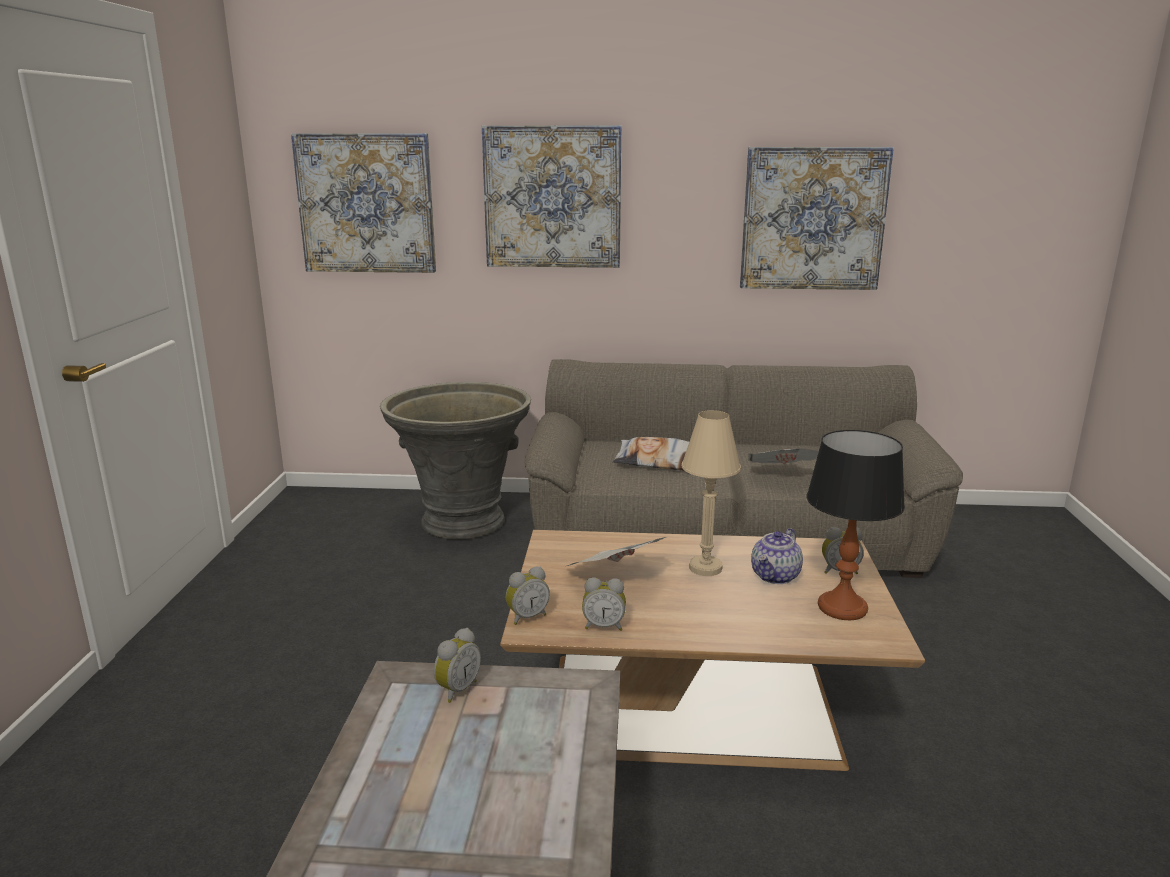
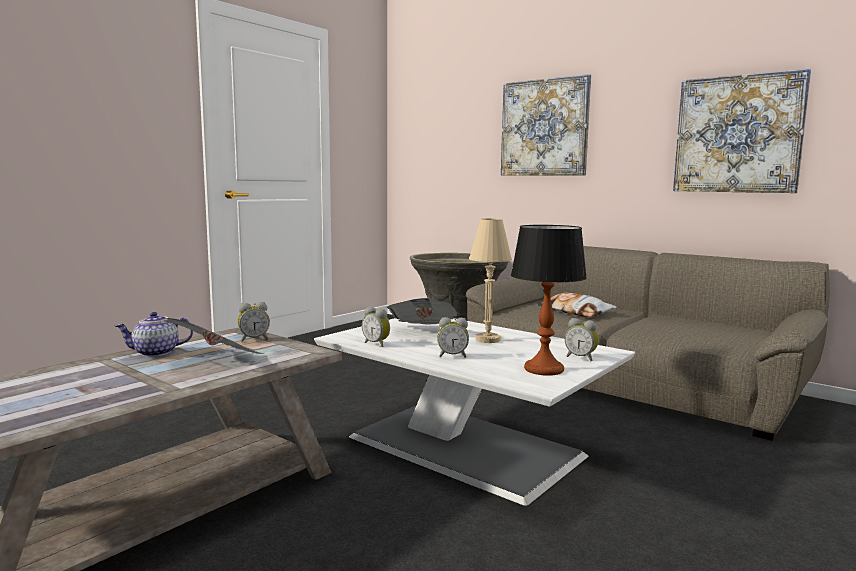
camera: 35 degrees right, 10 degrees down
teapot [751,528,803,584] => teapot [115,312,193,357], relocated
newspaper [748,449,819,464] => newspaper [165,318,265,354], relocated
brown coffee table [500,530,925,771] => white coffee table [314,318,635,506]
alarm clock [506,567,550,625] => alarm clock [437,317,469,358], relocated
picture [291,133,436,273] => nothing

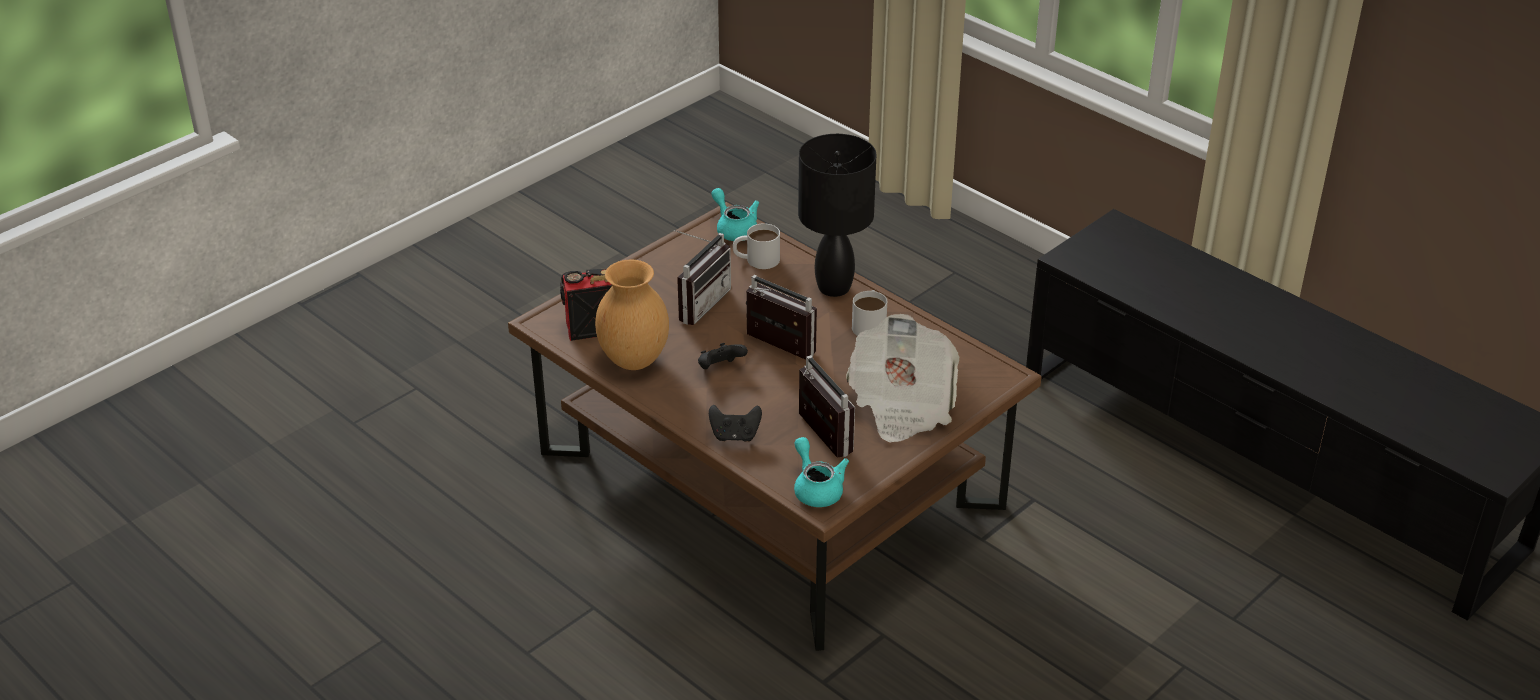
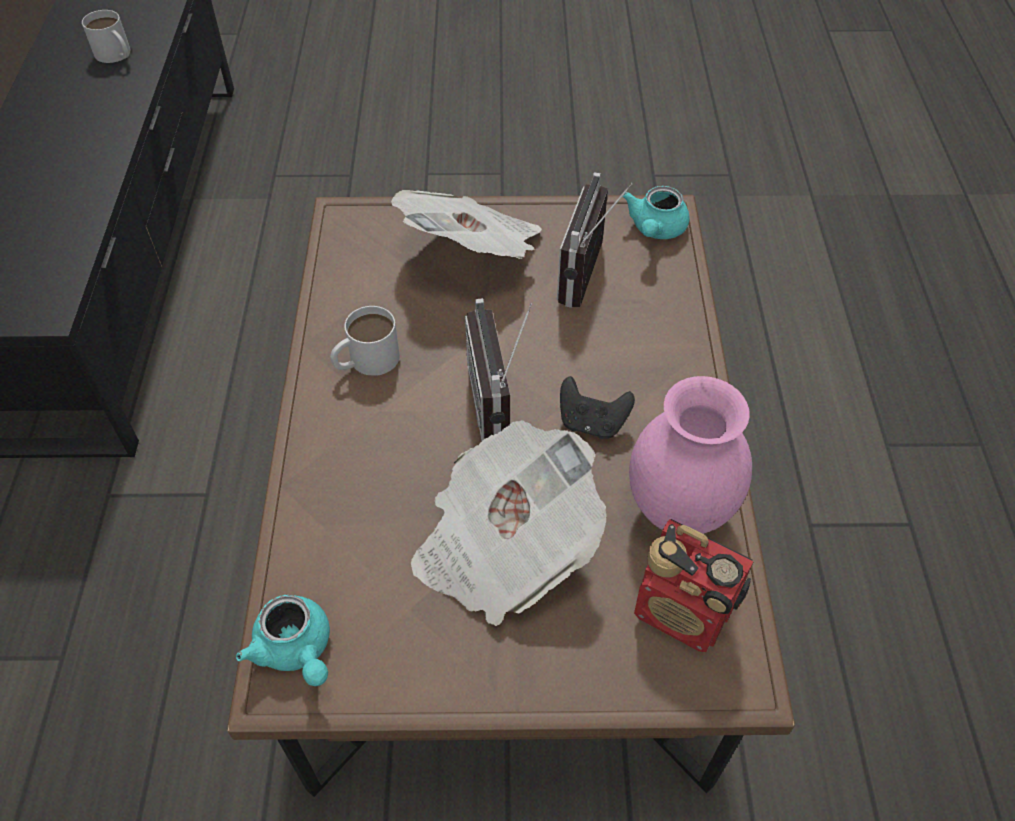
camera: 135 degrees left, 15 degrees up
white mug [733,223,780,269] => white mug [82,10,131,63], relocated
turquoise teapot [712,188,759,241] => turquoise teapot [236,595,330,686], 45 degrees counterclockwise
radio [674,230,731,325] => newspaper [411,420,607,626]
brown vase [595,260,669,370] => pink vase [629,376,752,534]
black game controller [709,405,762,441] => nothing
black table lamp [798,134,877,297] => nothing

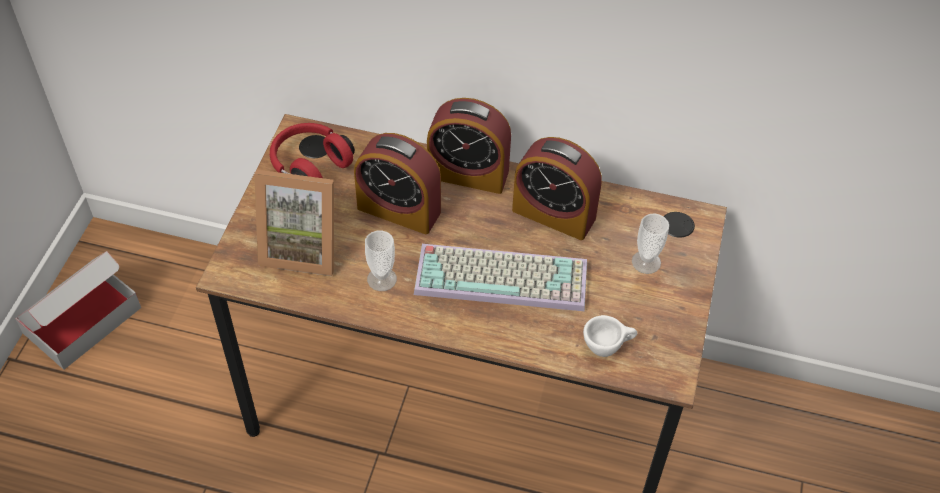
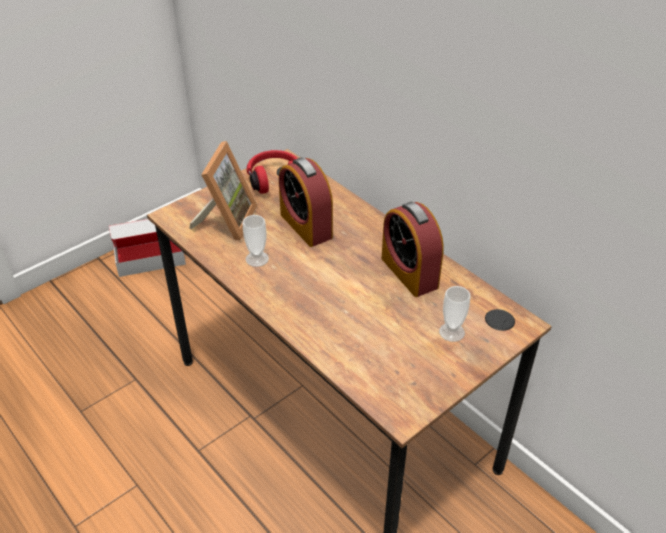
camera: 35 degrees right, 10 degrees down
picture frame [254,170,334,276] => picture frame [189,141,258,241], 120 degrees counterclockwise
keyboard [414,244,587,312] => nothing
alarm clock [427,98,511,194] => nothing
white cup [583,315,637,357] => nothing

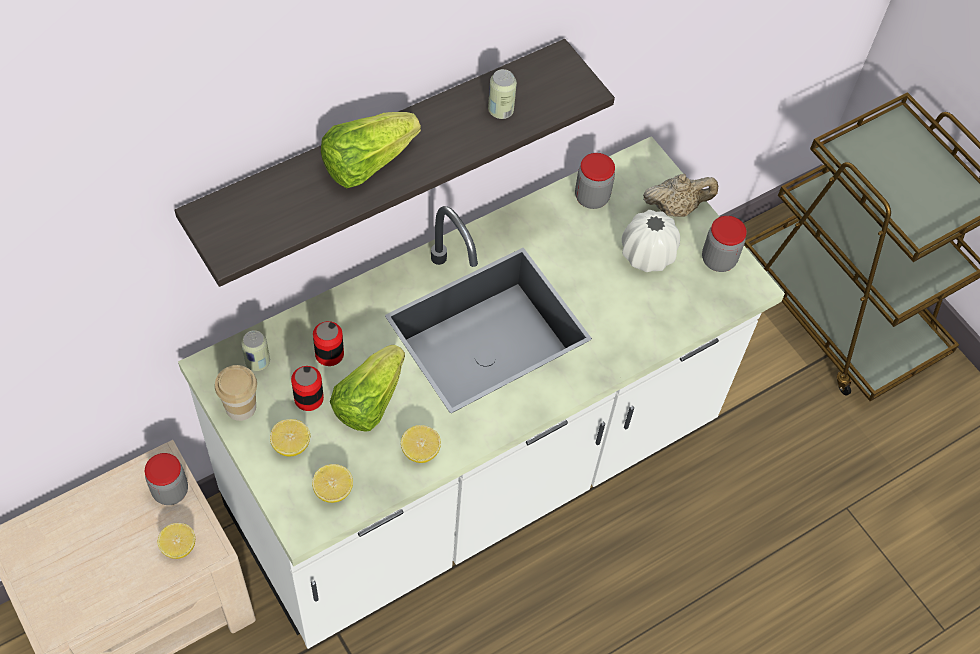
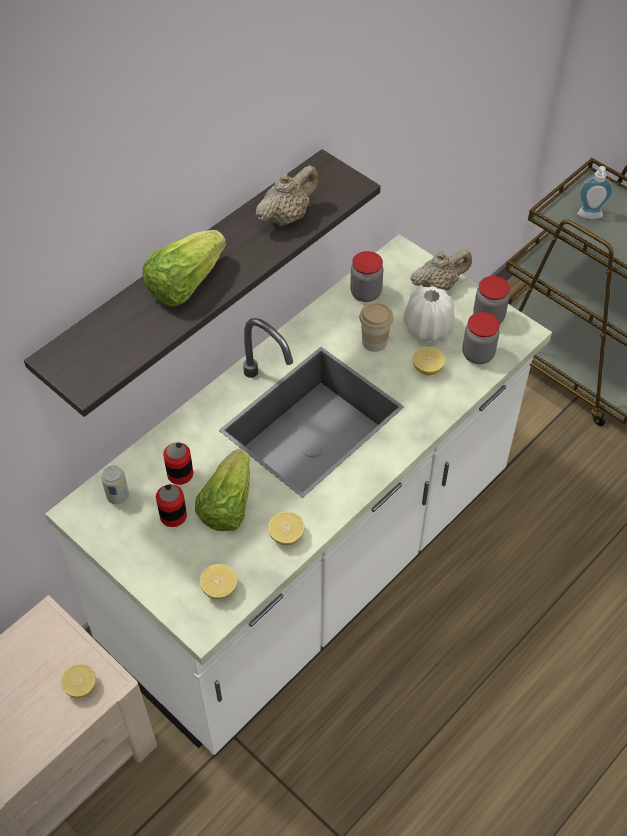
camera: 10 degrees left, 5 degrees down
can [488,69,517,119] => beige teapot [256,165,319,226]
cup [215,365,257,421] => cup [359,302,394,352], relocated
lemon [270,419,310,456] => lemon [412,347,445,376], relocated
jar [145,453,188,505] => jar [463,312,500,364], relocated
nothing => soap dispenser [577,166,613,219]

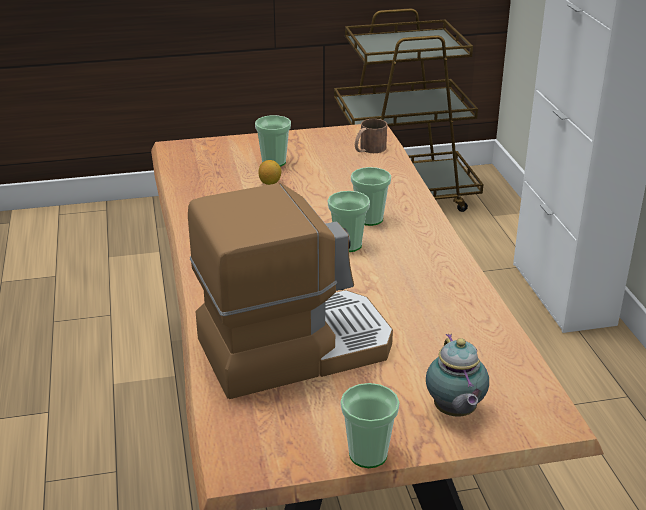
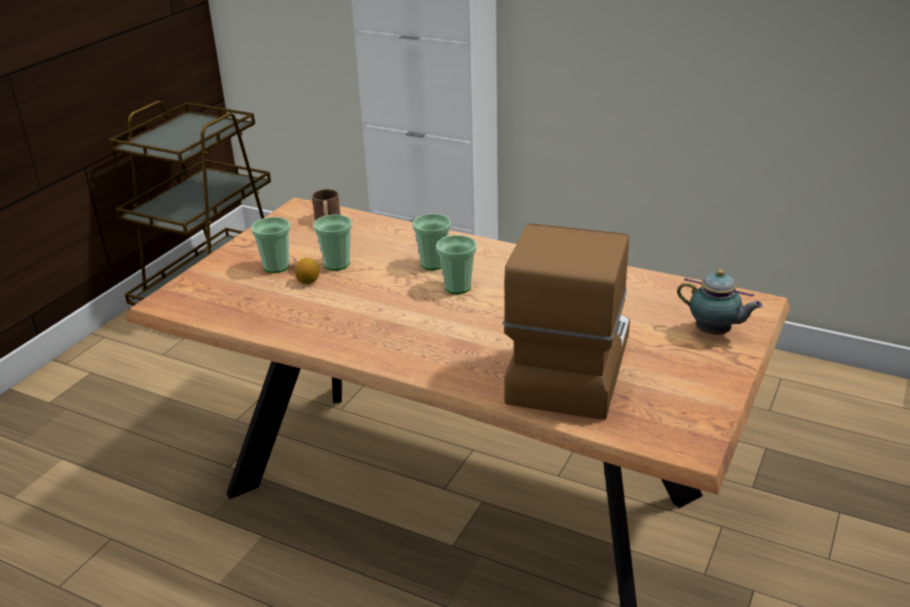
camera: 50 degrees left, 0 degrees up
cup [341,383,400,468] => cup [313,215,352,271], relocated

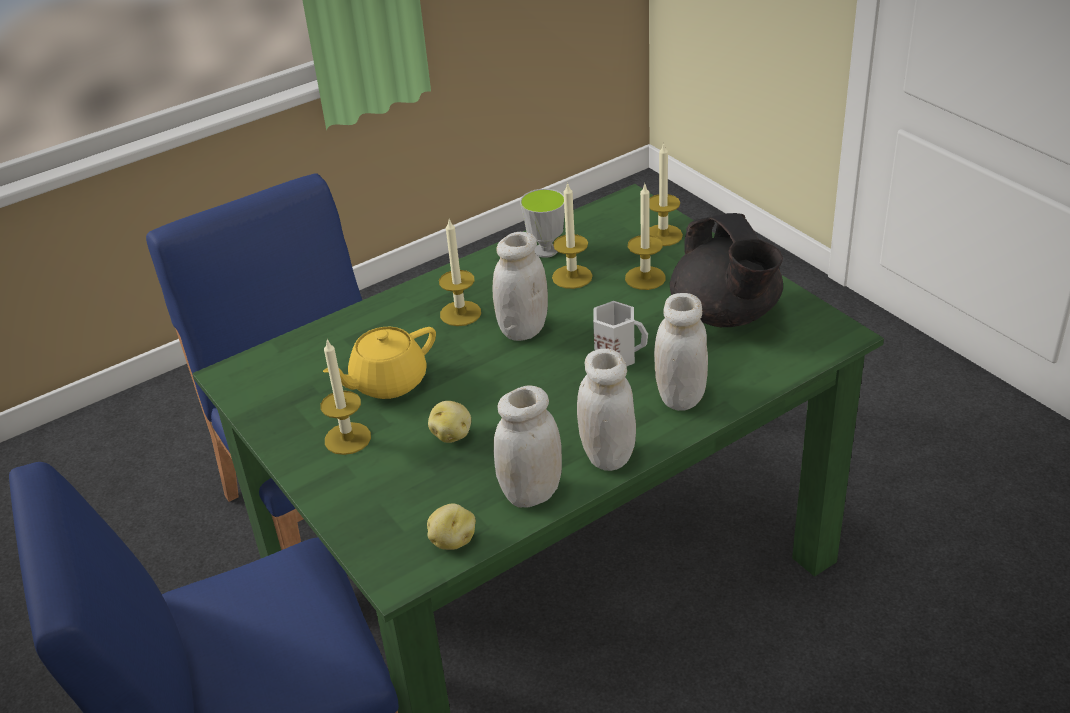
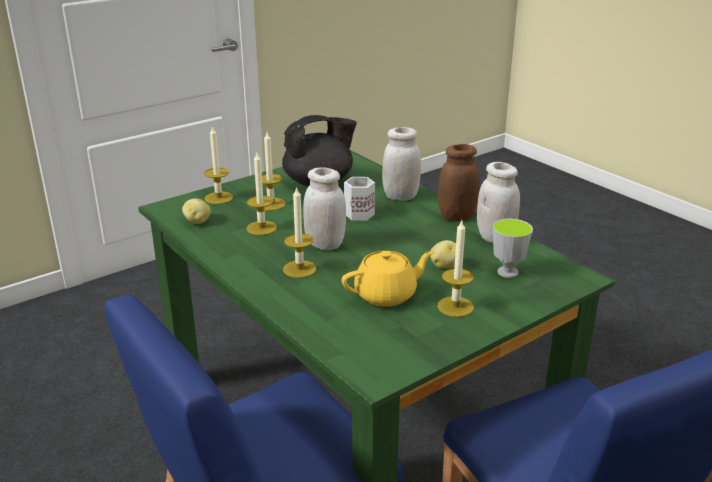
camera: 95 degrees left, 10 degrees down
potato [427,503,476,550] => potato [182,198,211,224], relocated
yellow teapot [323,327,436,399] => yellow teapot [342,251,434,306], 75 degrees counterclockwise
white jar [577,349,636,471] => brown jar [438,144,480,221]
cup [520,189,565,258] => cup [493,219,533,278], relocated

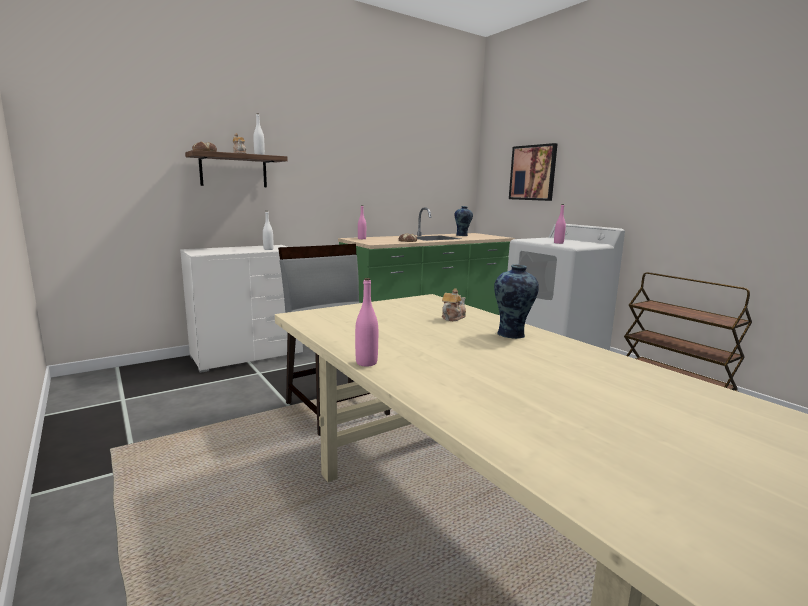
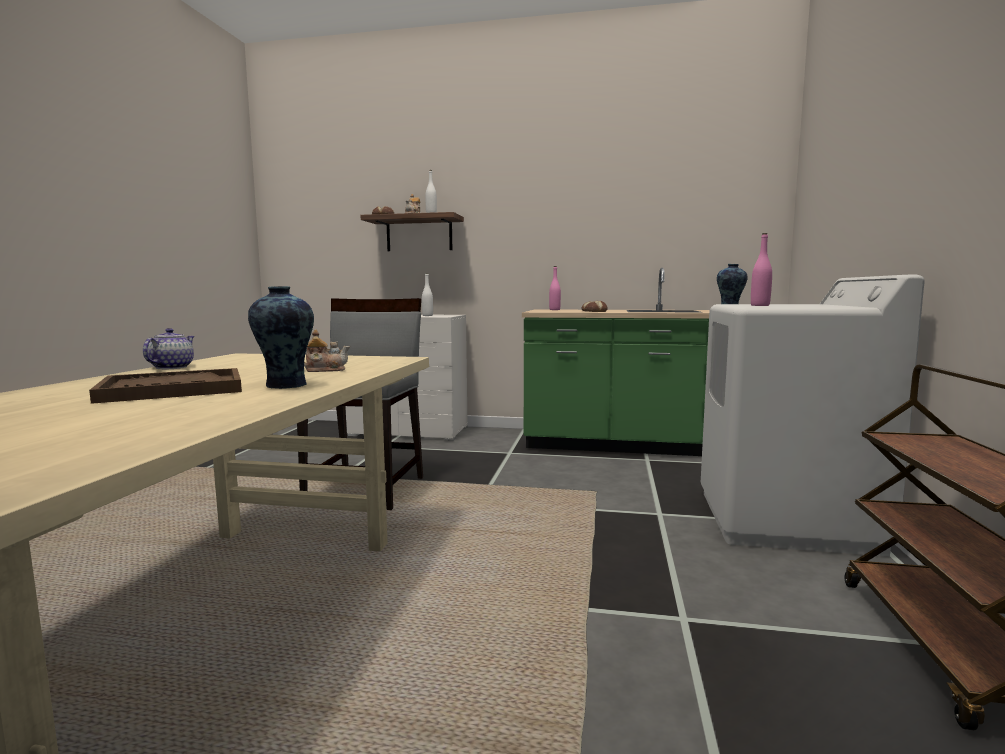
camera: 45 degrees right, 5 degrees down
nothing => brown tray [89,368,242,404]
nothing => teapot [143,328,194,369]
pink bottle [355,278,378,367] => nothing
picture [509,143,558,201] => nothing

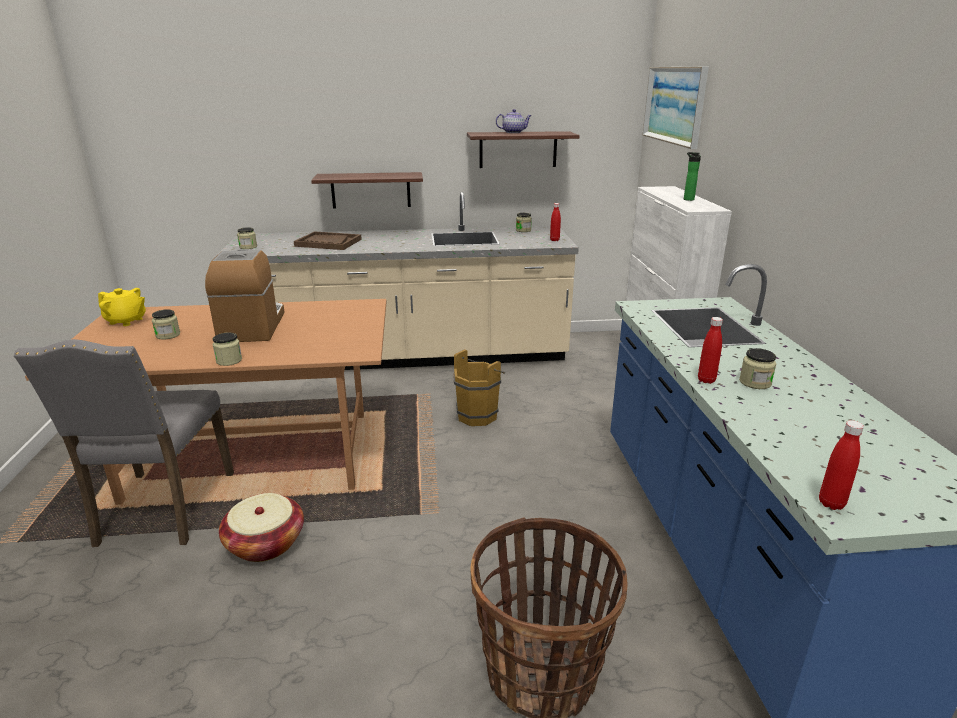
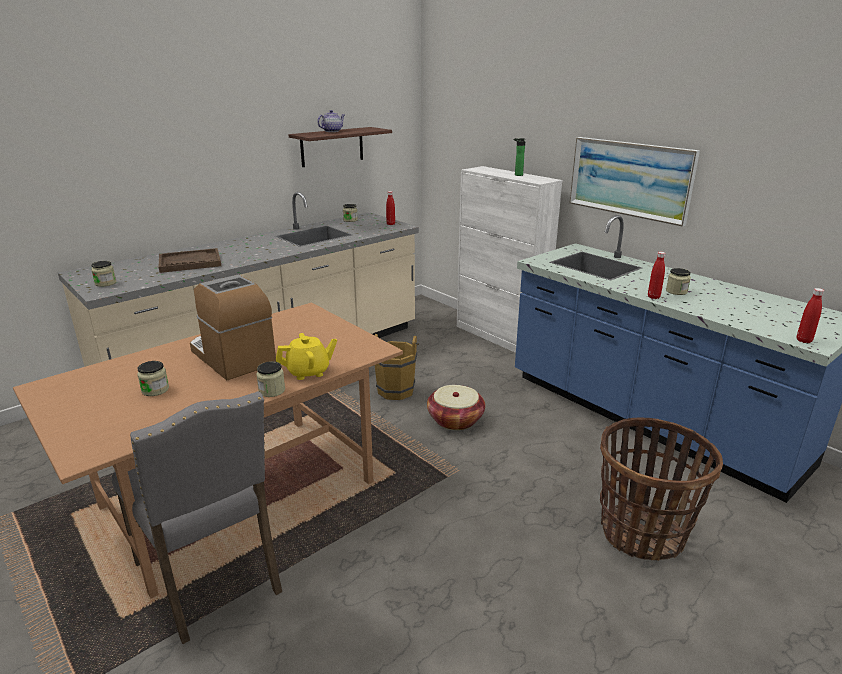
camera: 35 degrees left, 0 degrees up
yellow teapot [98,288,146,326] => yellow teapot [276,333,337,380], relocated
basket [219,493,304,562] => basket [427,385,485,430], relocated
picture [643,67,709,149] => picture [570,137,700,227], relocated
shelf [311,172,423,209] => nothing

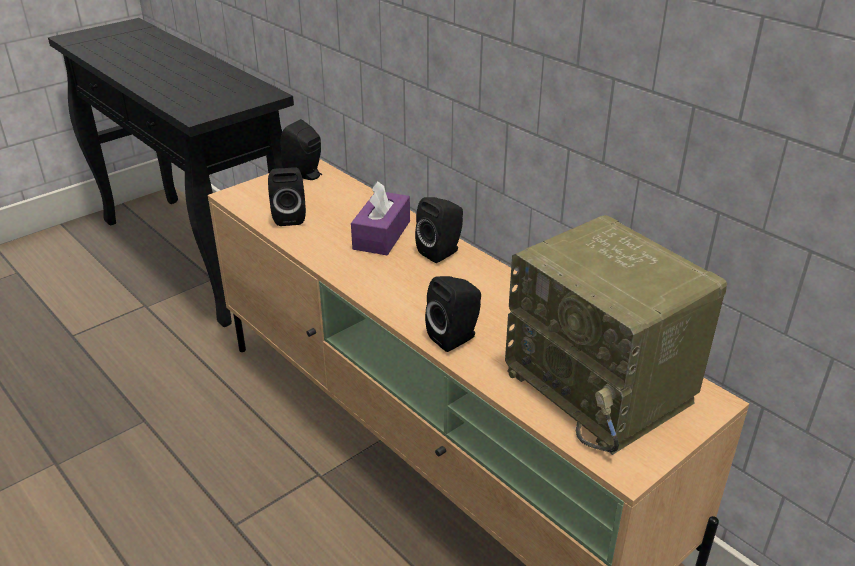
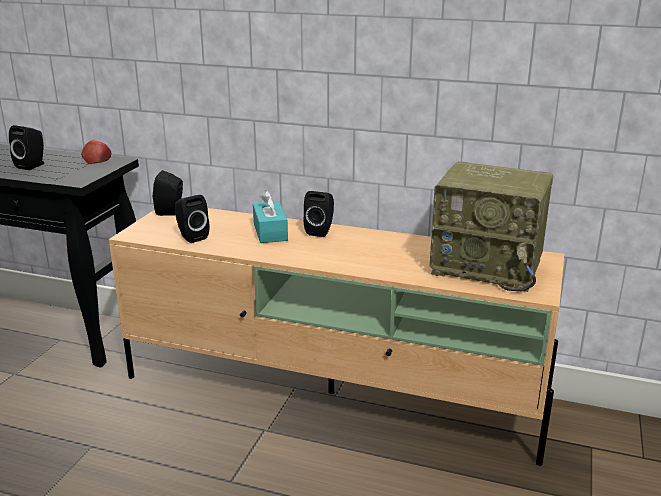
camera: 30 degrees left, 10 degrees down
black speaker [425,276,481,352] => black speaker [9,125,44,170], relocated
nothing => apple [81,140,111,164]
purple tissue box [351,181,410,255] => turquoise tissue box [253,190,288,243]

